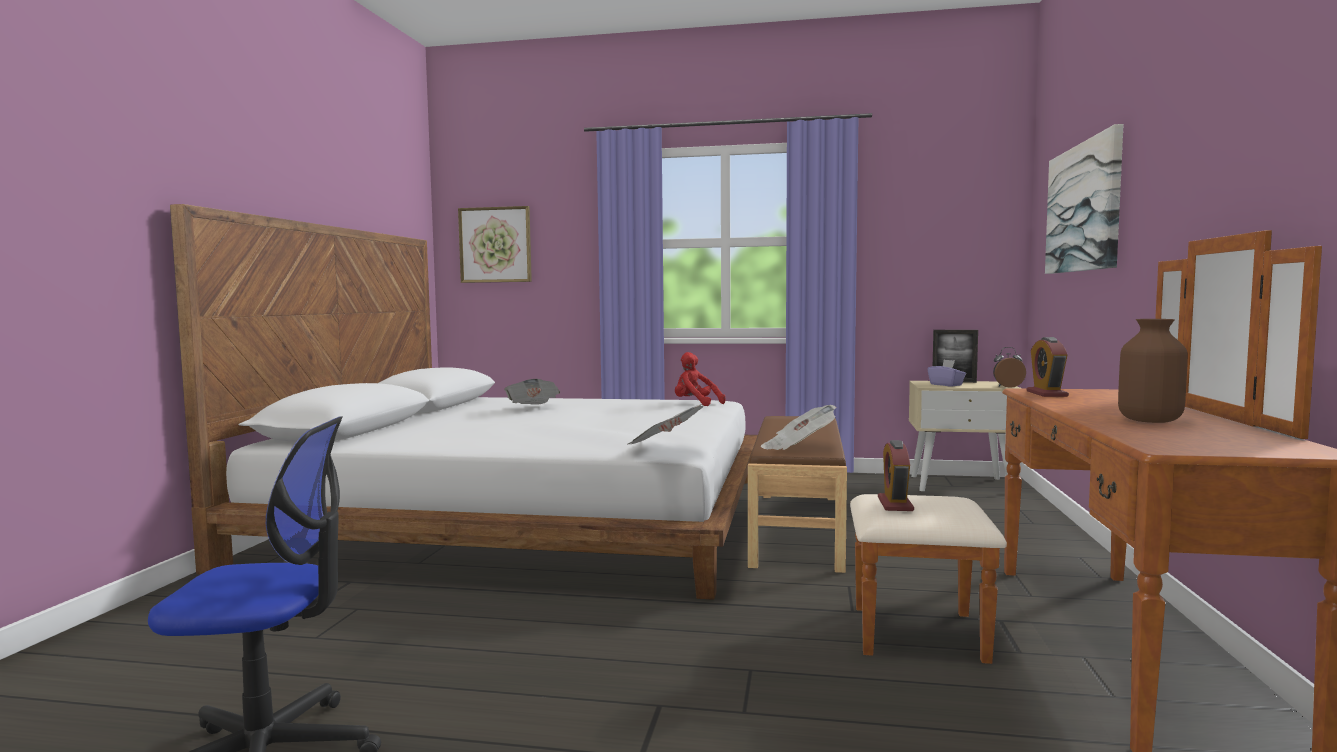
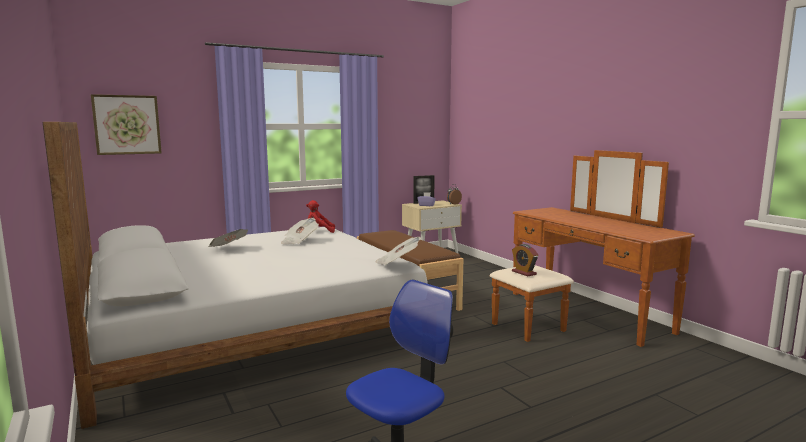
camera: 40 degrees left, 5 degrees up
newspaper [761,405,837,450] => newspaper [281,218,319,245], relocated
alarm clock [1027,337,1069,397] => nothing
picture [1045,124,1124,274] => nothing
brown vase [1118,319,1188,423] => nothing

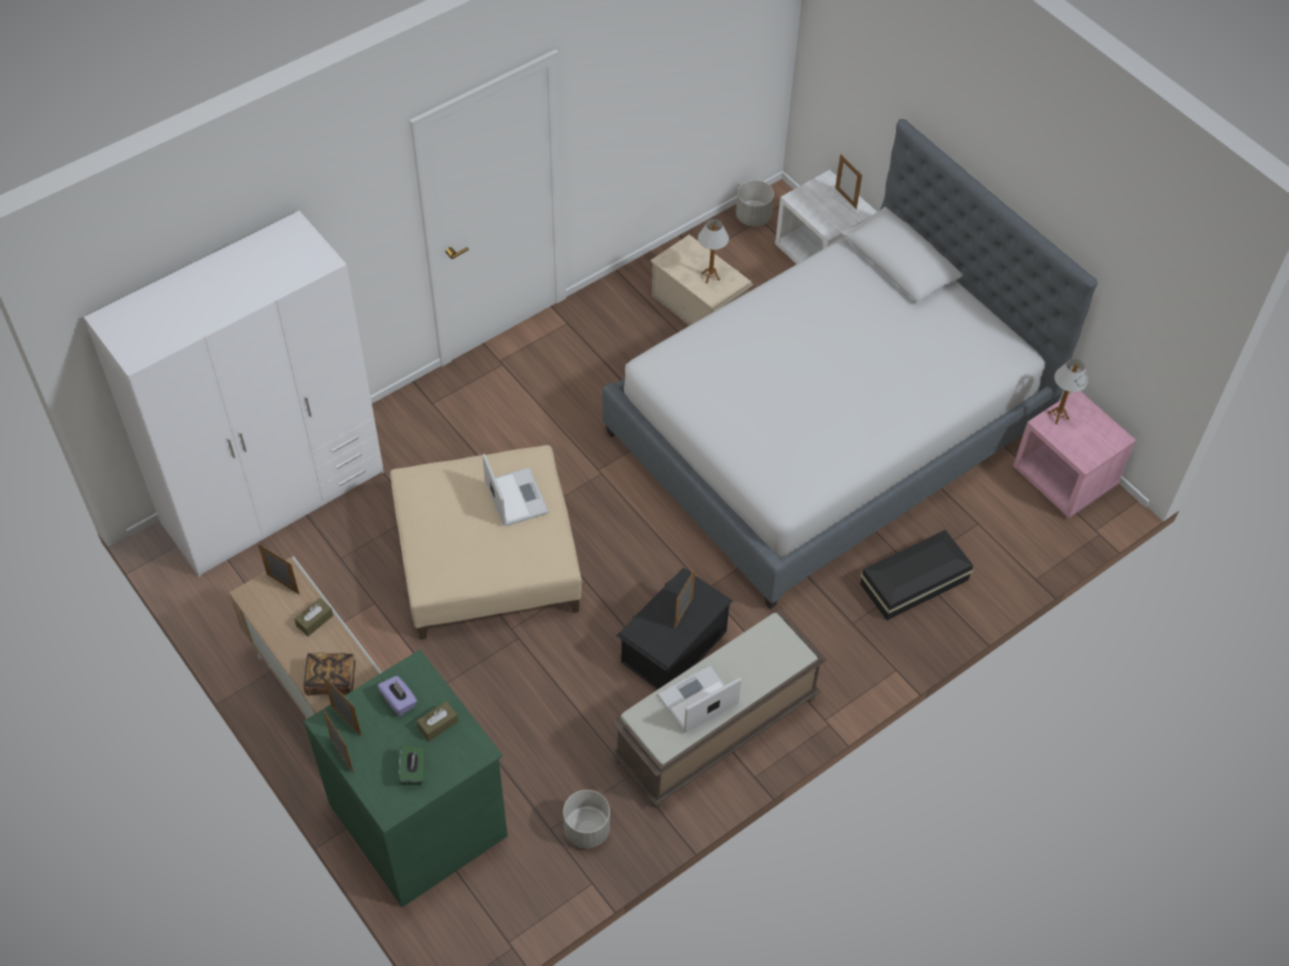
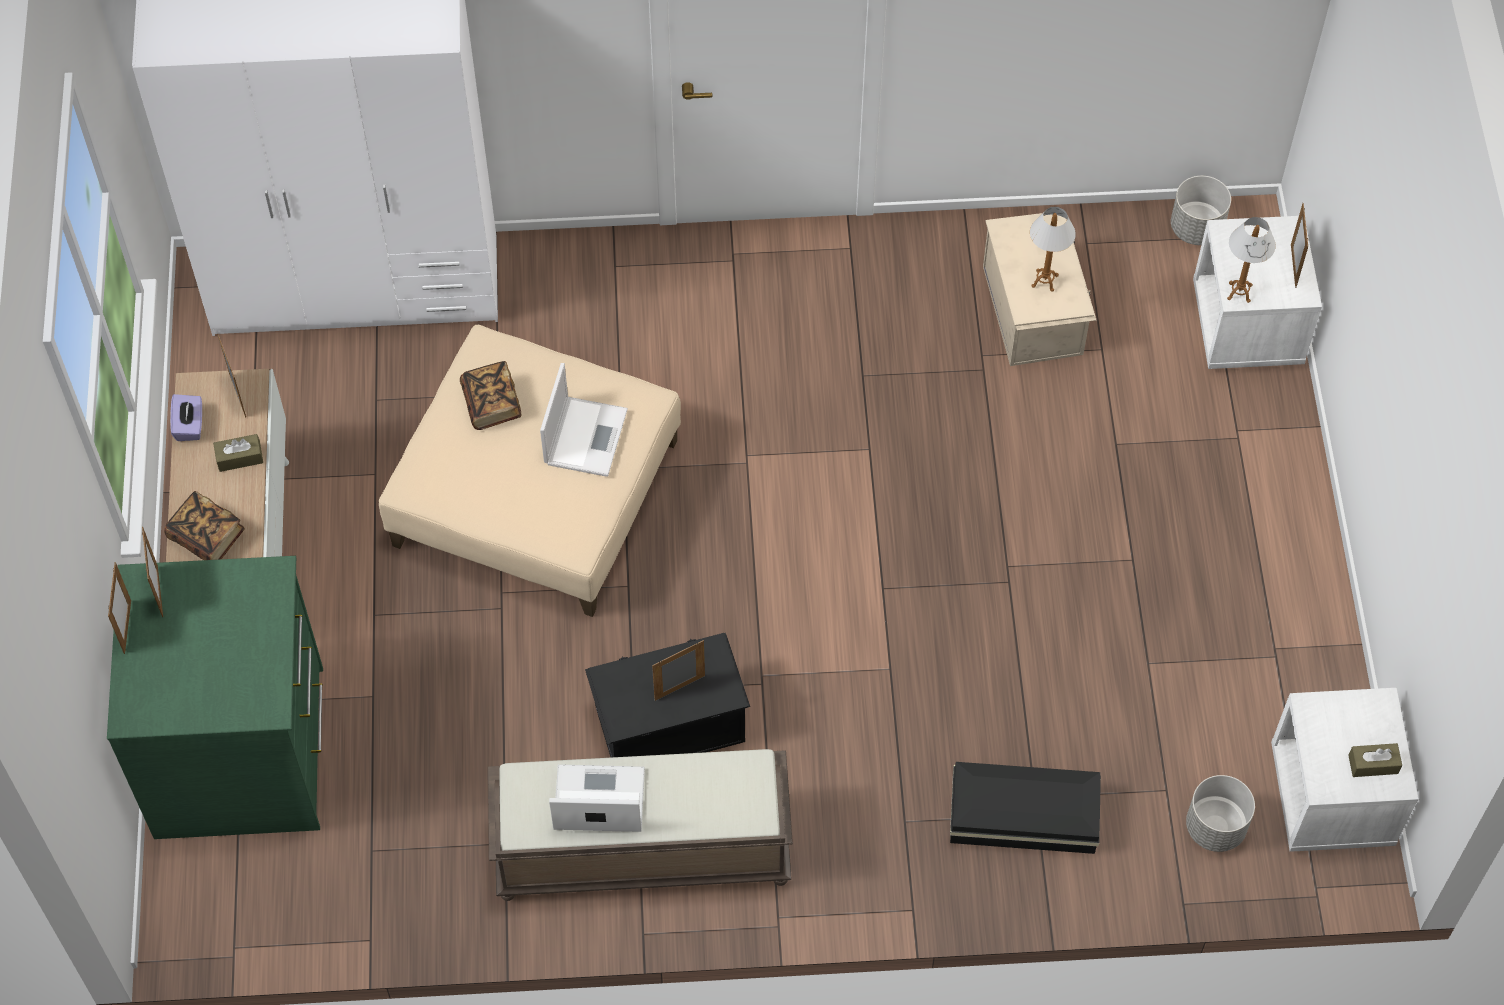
camera: 35 degrees right, 5 degrees up
purple tissue box [378,676,417,716] => purple tissue box [170,394,202,441], relocated
nothing => book [460,361,522,430]
grey planter [563,790,610,848] => grey planter [1186,775,1255,852], relocated
table lamp [1048,359,1088,424] => table lamp [1227,217,1276,303], relocated
pink nightstand [1013,391,1136,518] => white nightstand [1271,688,1418,852]
brown tissue box [417,701,458,741] => brown tissue box [1348,743,1402,777], relocated
green tissue box [398,745,425,785] => nothing
bed [602,119,1098,609] => nothing

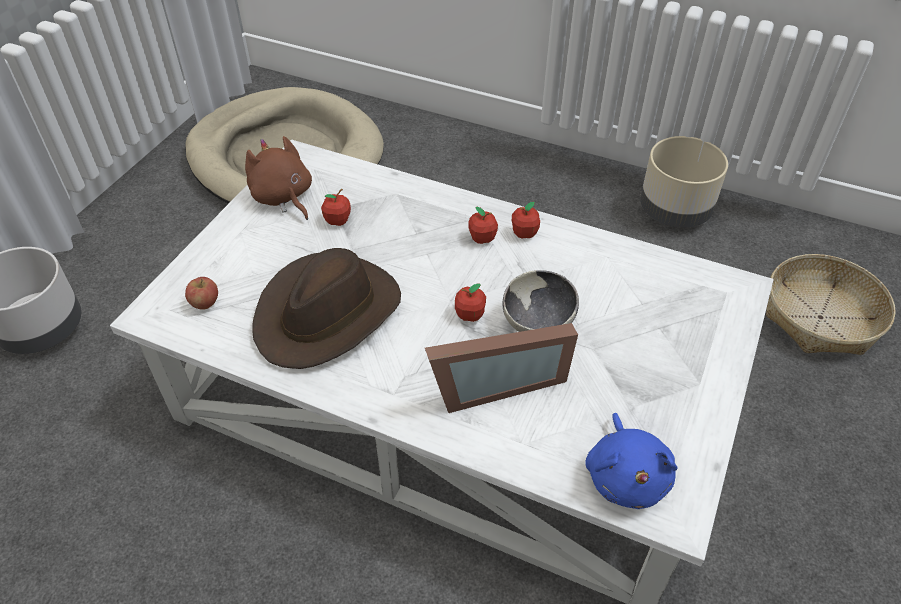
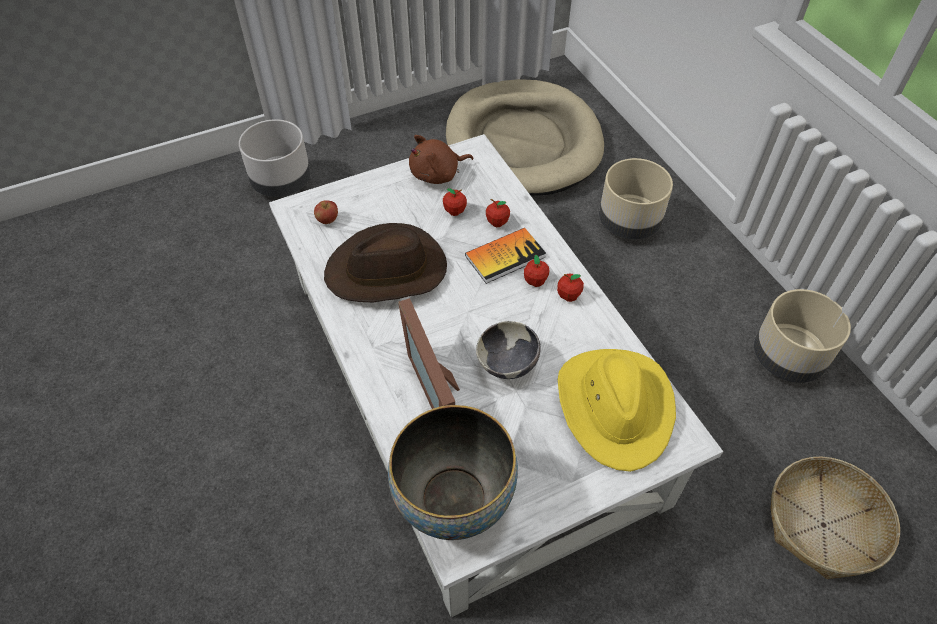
camera: 40 degrees right, 5 degrees up
blue plush toy [585,413,678,509] => bowl [388,405,518,540]
picture frame [425,323,578,413] => picture frame [398,298,460,409], 45 degrees clockwise
brown plush toy [245,136,312,220] => brown plush toy [409,135,473,184], 120 degrees counterclockwise
nothing => book [465,228,546,284]
apple [455,283,486,322] => apple [486,199,510,227], relocated
nothing => yellow hat [558,349,676,472]
nothing => beige planter [599,158,673,239]

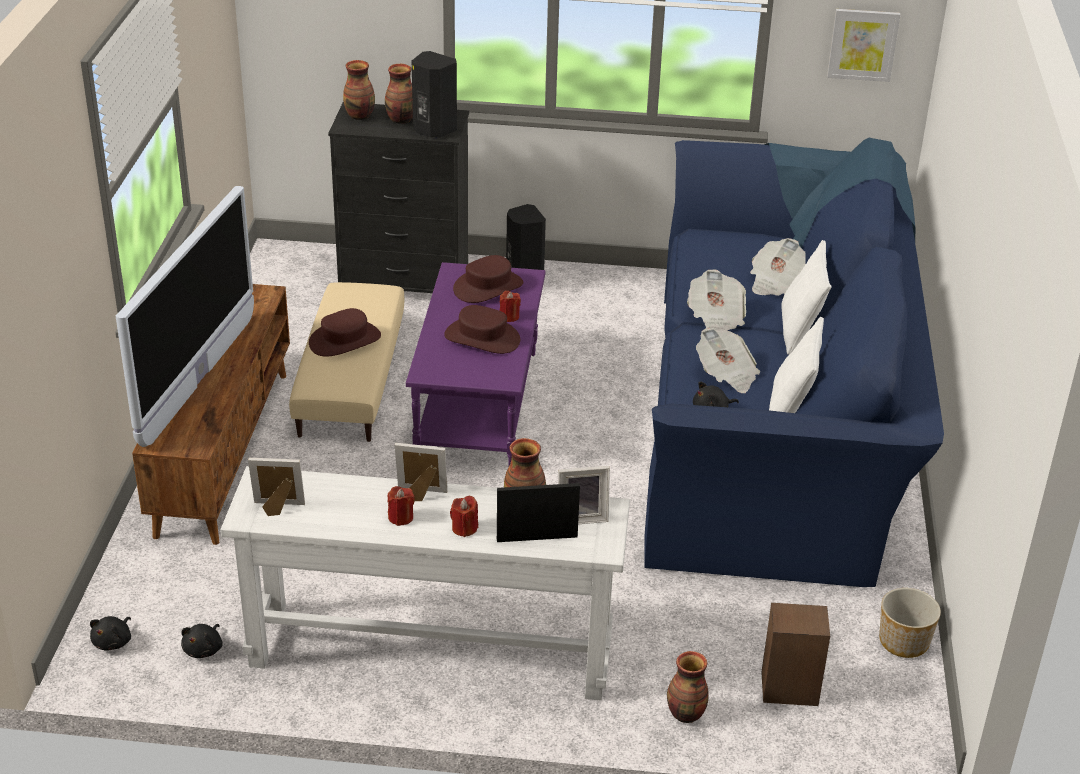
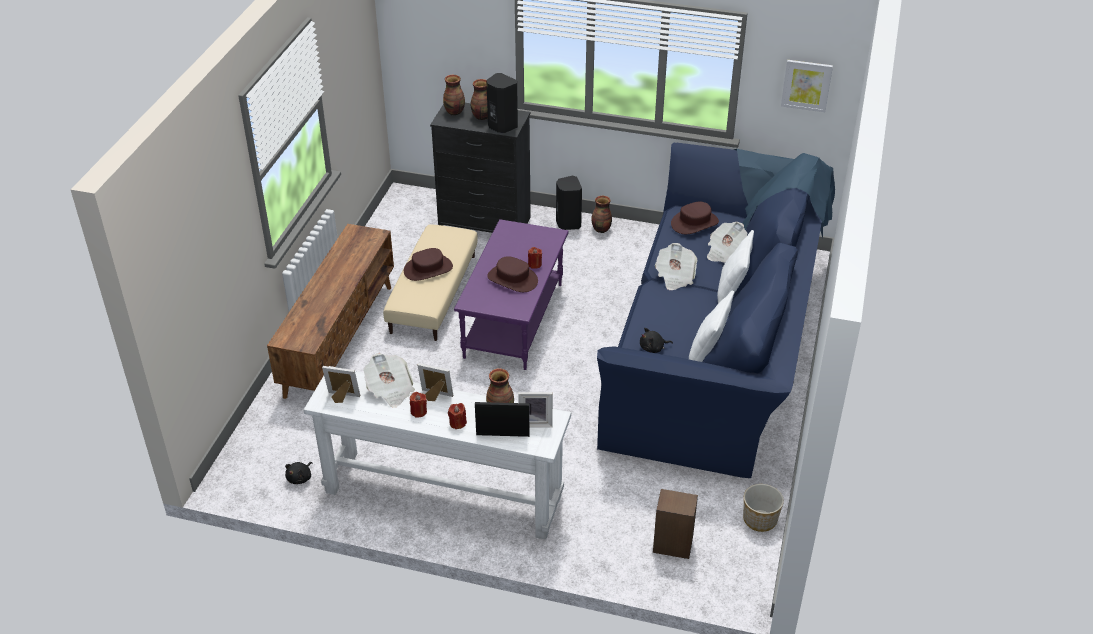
camera: 10 degrees right, 5 degrees up
newspaper [696,328,760,393] => newspaper [363,353,415,408], relocated
vase [667,651,709,723] => vase [591,196,612,233], relocated
brown hat [453,255,523,303] => brown hat [671,202,719,234], relocated
black plush toy [90,616,131,651] => nothing
television [116,186,254,447] => nothing

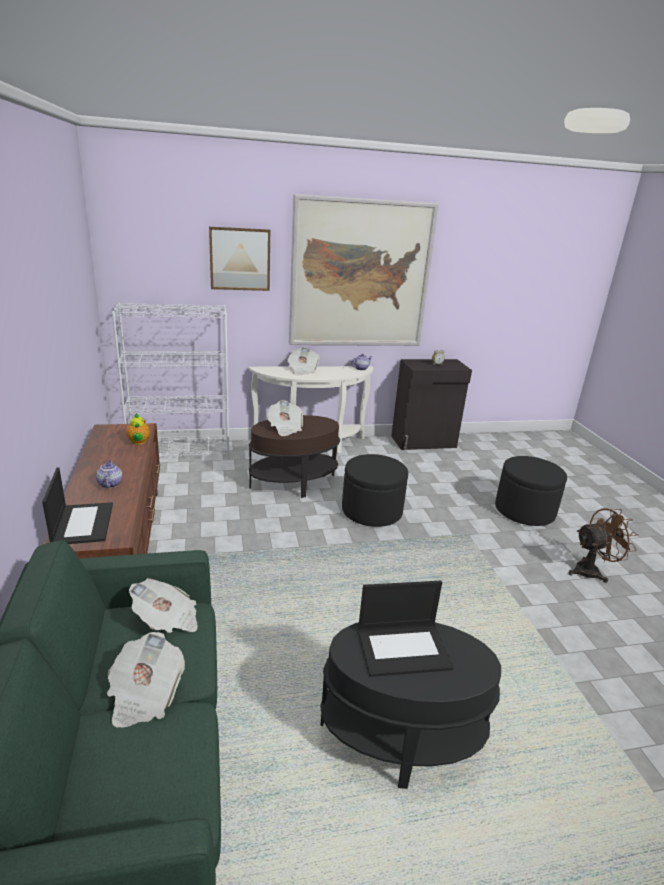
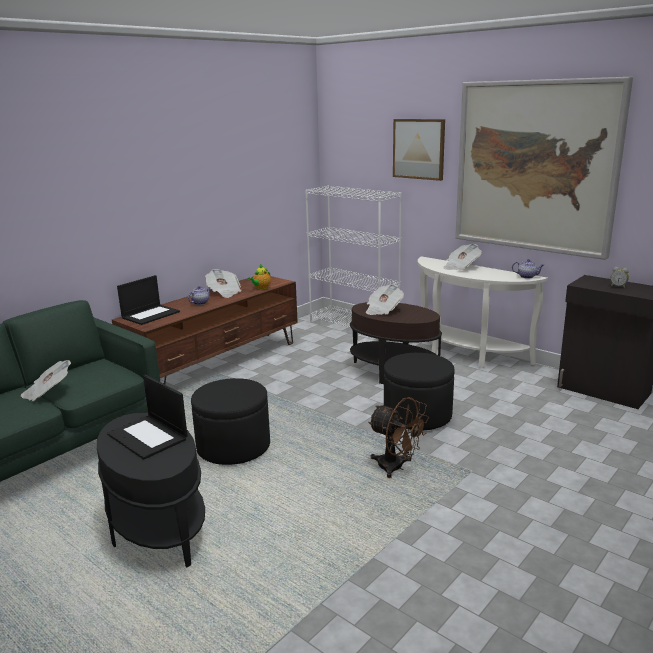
camera: 55 degrees right, 5 degrees down
black ottoman [495,456,567,526] => black ottoman [191,378,270,465], relocated
newspaper [129,578,198,633] => newspaper [205,269,242,298], relocated
brown fan [568,508,637,583] => brown fan [368,397,429,478], relocated

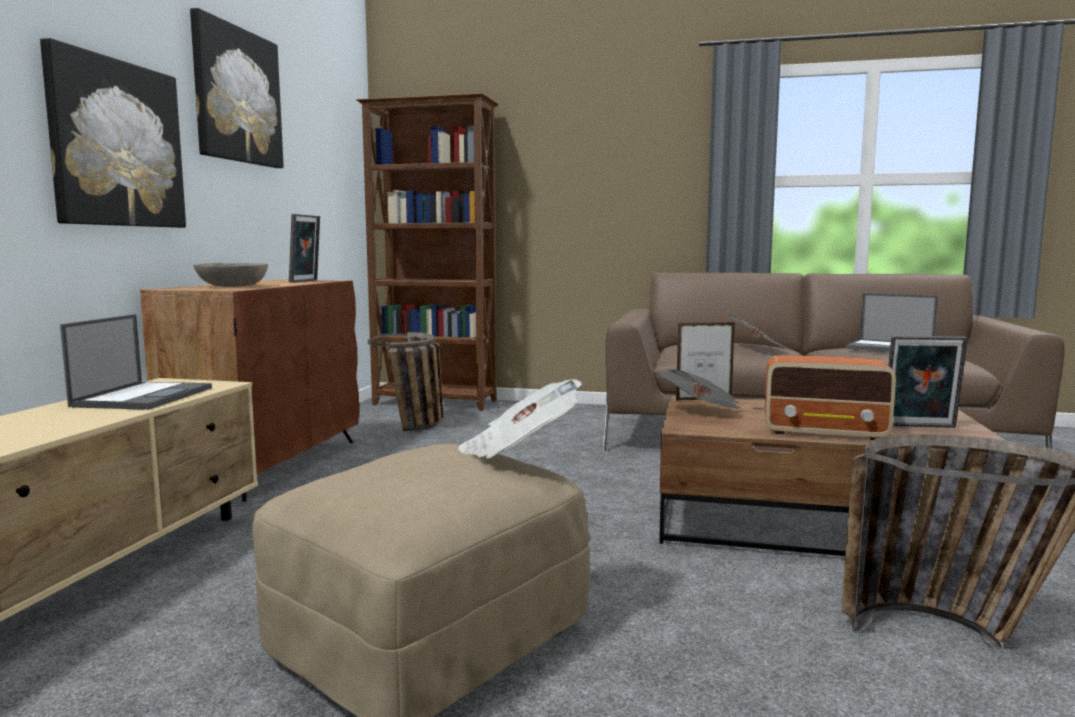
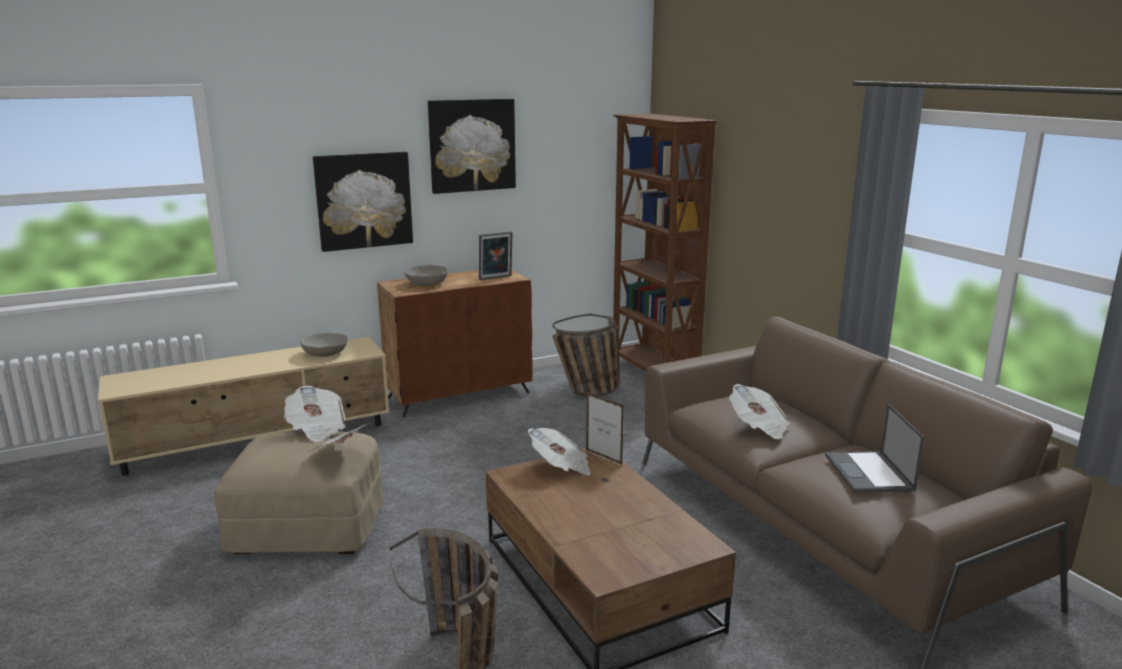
camera: 50 degrees right, 10 degrees up
nothing => newspaper [284,386,345,442]
laptop [60,314,212,410] => grey bowl [300,333,348,357]
radio [765,355,896,440] => nothing
picture frame [888,336,968,428] => nothing

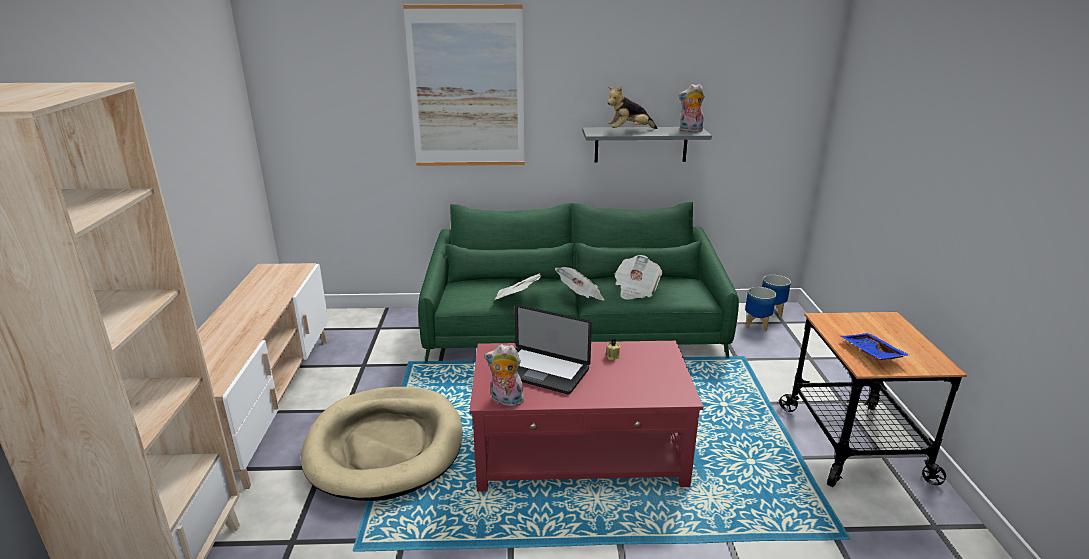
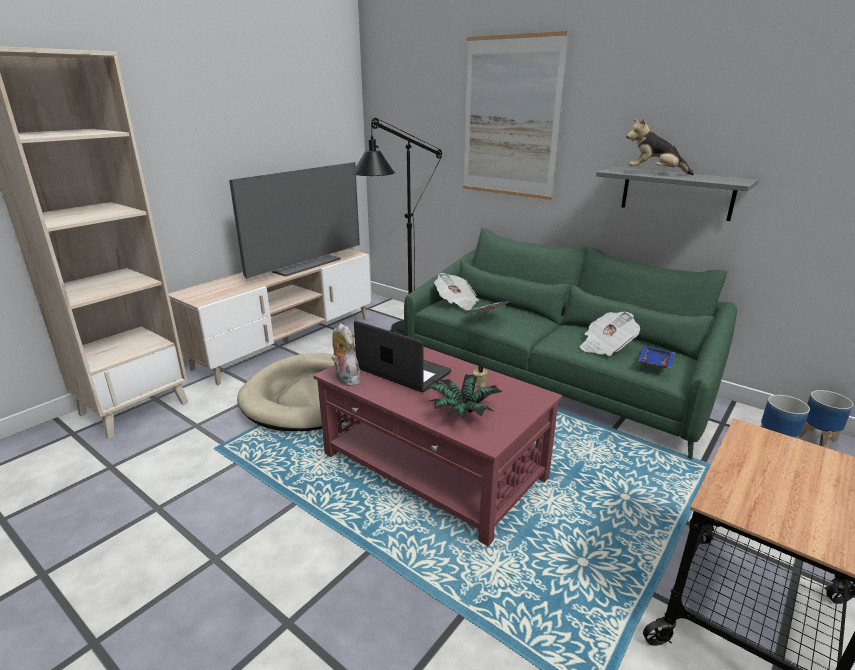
camera: 40 degrees right, 0 degrees up
nothing => television [229,162,360,279]
nothing => black floor lamp [352,118,442,335]
laptop [515,305,592,394] => laptop [354,321,451,392], 150 degrees clockwise
nothing => potted plant [426,374,502,418]
newspaper [555,267,604,300] => newspaper [434,273,479,311], relocated
blue tray [841,333,909,360] => blue tray [638,346,674,368], relocated
plush toy [678,84,705,132] => nothing

